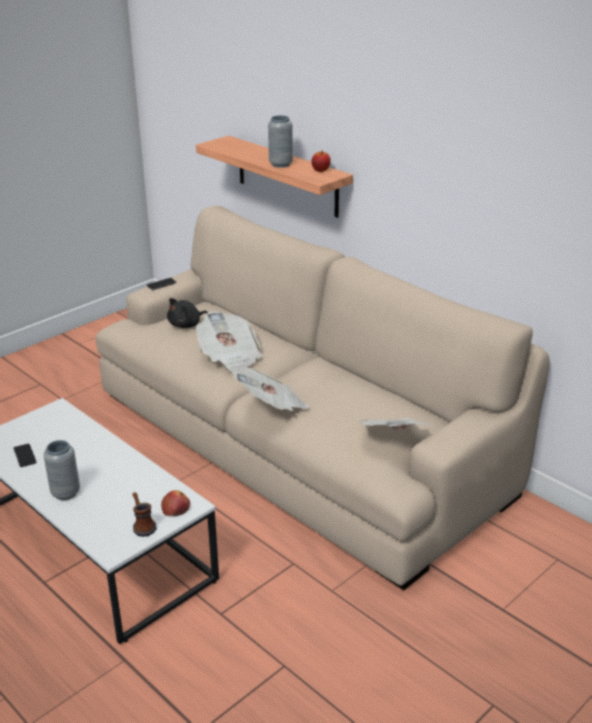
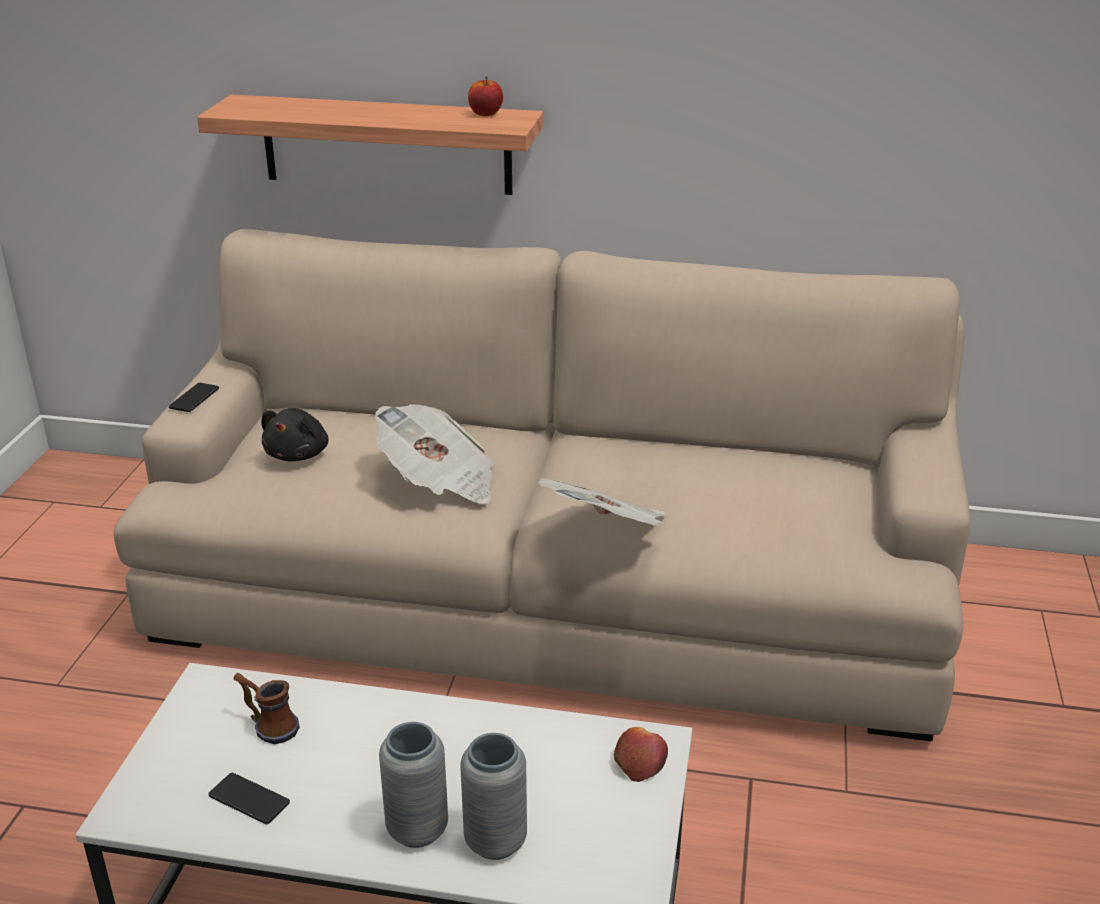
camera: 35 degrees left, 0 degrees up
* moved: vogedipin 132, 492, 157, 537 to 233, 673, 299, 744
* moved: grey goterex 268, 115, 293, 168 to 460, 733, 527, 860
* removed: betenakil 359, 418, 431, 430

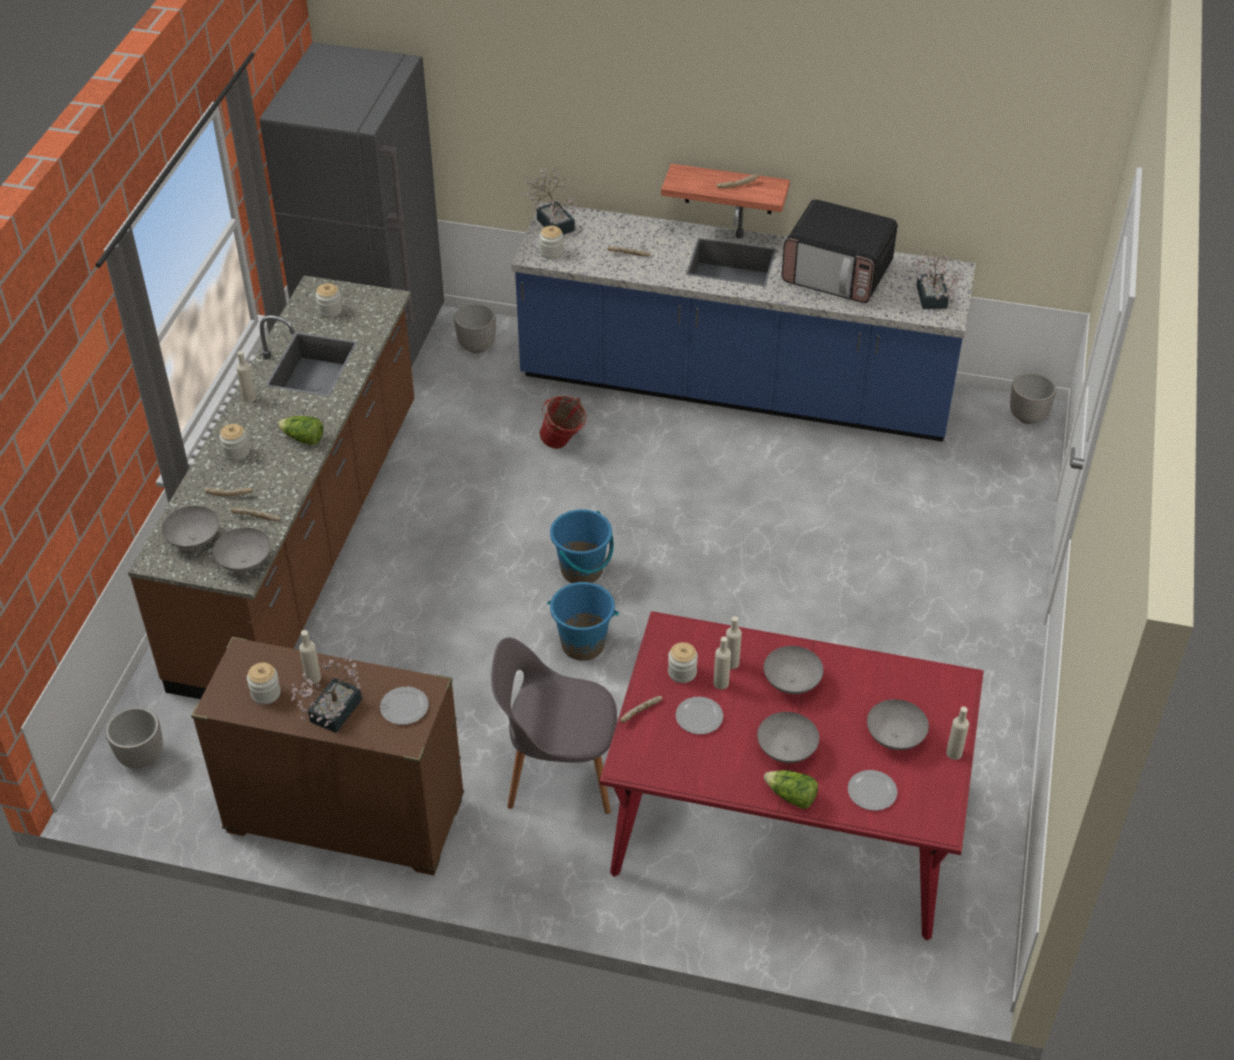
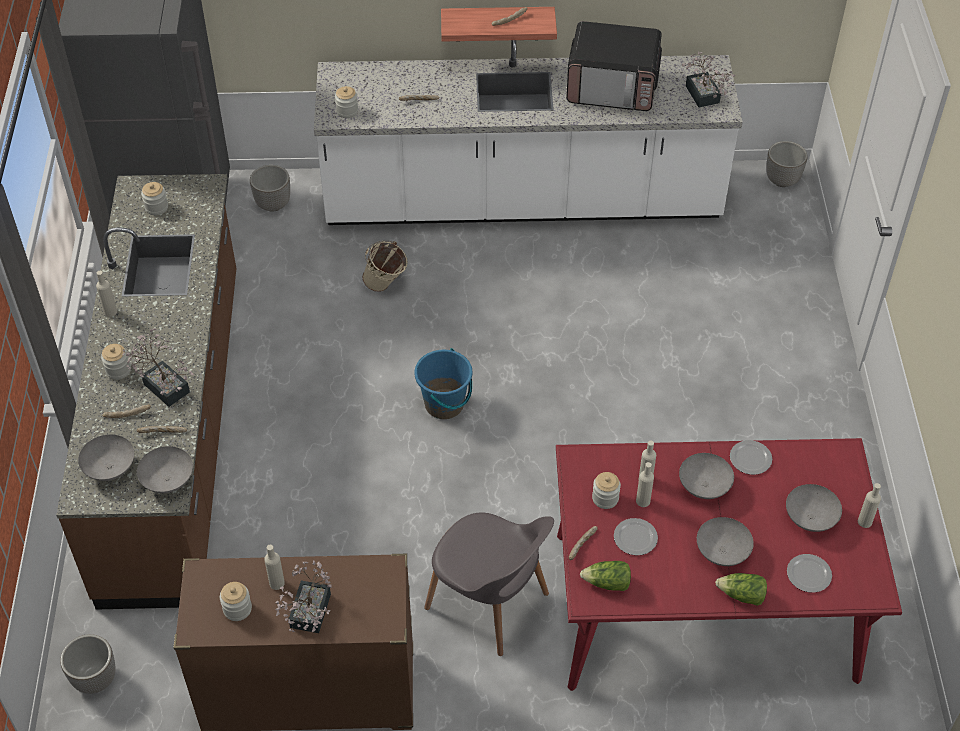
camera: 15 degrees left, 5 degrees up
* moved: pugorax 524, 167, 581, 235 to 122, 328, 194, 407
* recoloured: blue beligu 511, 202, 976, 442 to white beligu 314, 40, 743, 225
* recoloured: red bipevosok 539, 395, 587, 449 to beige bipevosok 362, 241, 408, 292
* turned: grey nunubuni 491, 637, 617, 814 = 424, 513, 554, 656 135 degrees counterclockwise
* moved: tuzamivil 277, 416, 323, 445 to 580, 561, 631, 591
* moved: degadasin 380, 687, 429, 725 to 730, 440, 772, 475
* removed: blue bipevosok 547, 582, 619, 661

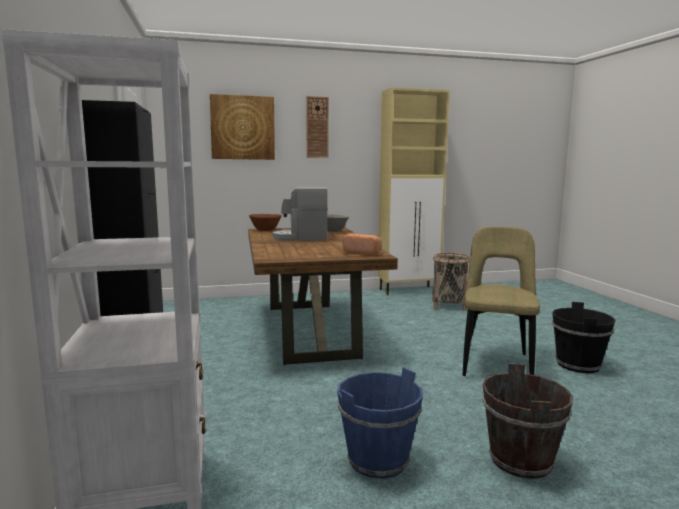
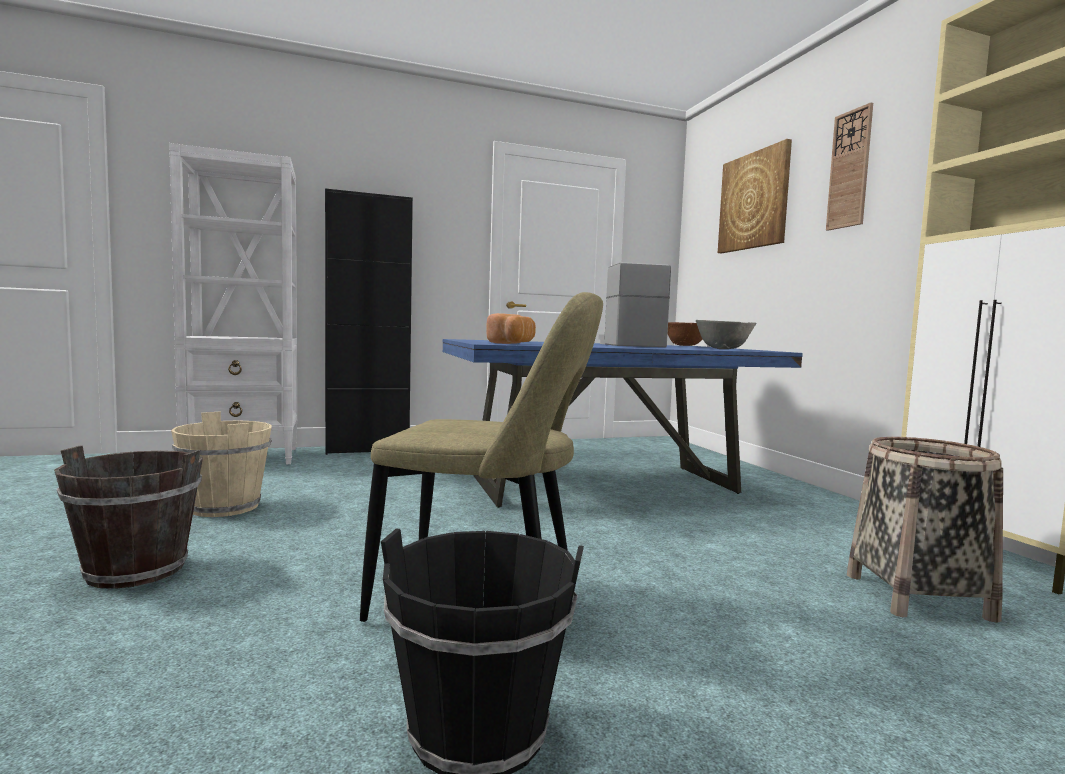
camera: 85 degrees right, 5 degrees down
* recoloured: blue bipevosok 337, 367, 423, 479 to beige bipevosok 171, 411, 272, 517
* recoloured: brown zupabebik 248, 227, 398, 365 to blue zupabebik 443, 339, 803, 508

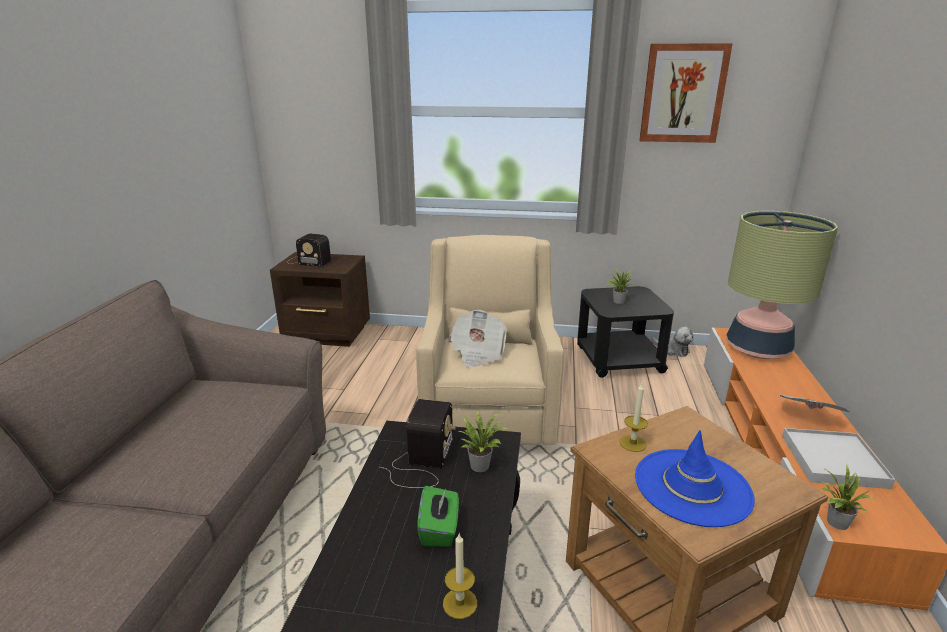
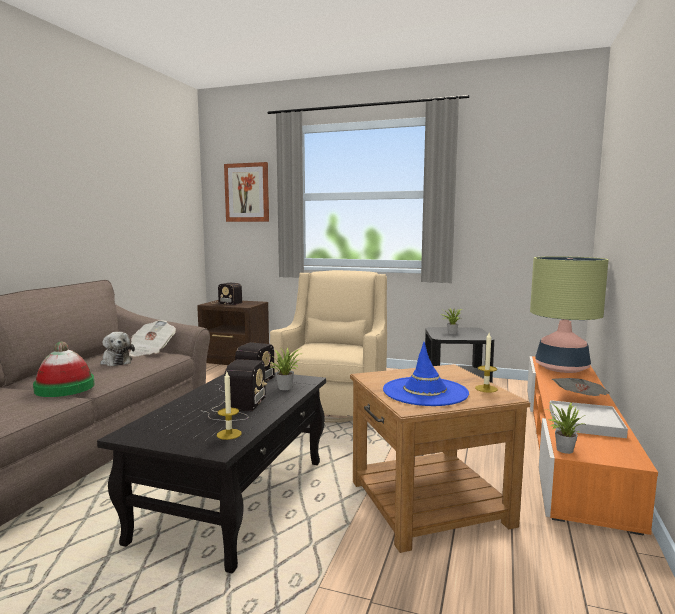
camera: 10 degrees right, 15 degrees down
* added: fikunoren 33, 342, 95, 397
* moved: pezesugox 652, 327, 693, 357 to 100, 332, 135, 366
* moved: betenakil 450, 310, 508, 367 to 129, 320, 176, 356
* replaced: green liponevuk 417, 486, 459, 547 to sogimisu 203, 359, 267, 421
* moved: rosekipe 639, 43, 733, 143 to 224, 162, 269, 222
* moved: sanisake 620, 383, 648, 452 to 475, 333, 498, 393

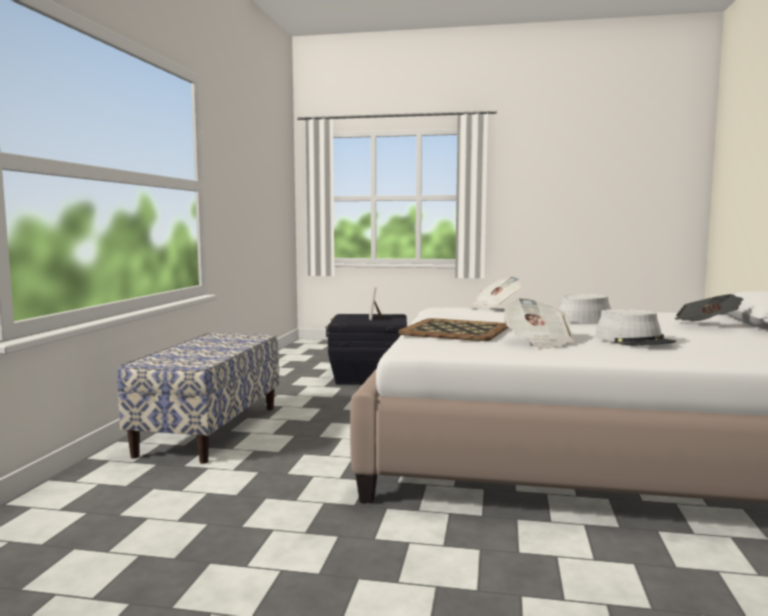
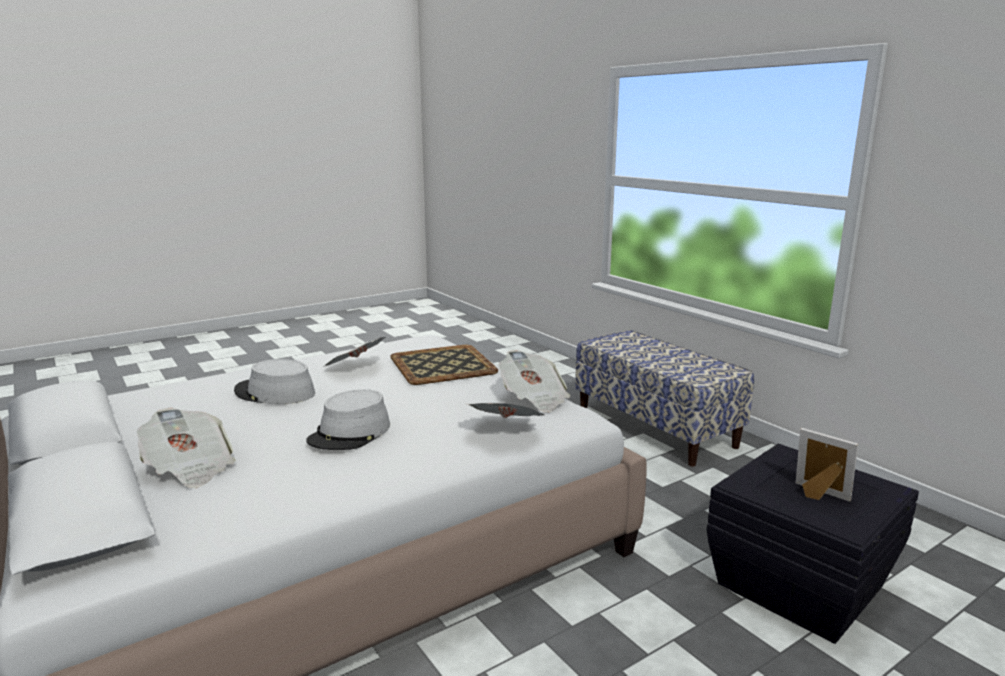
camera: 135 degrees right, 10 degrees up
* added: betenakil 498, 350, 570, 413

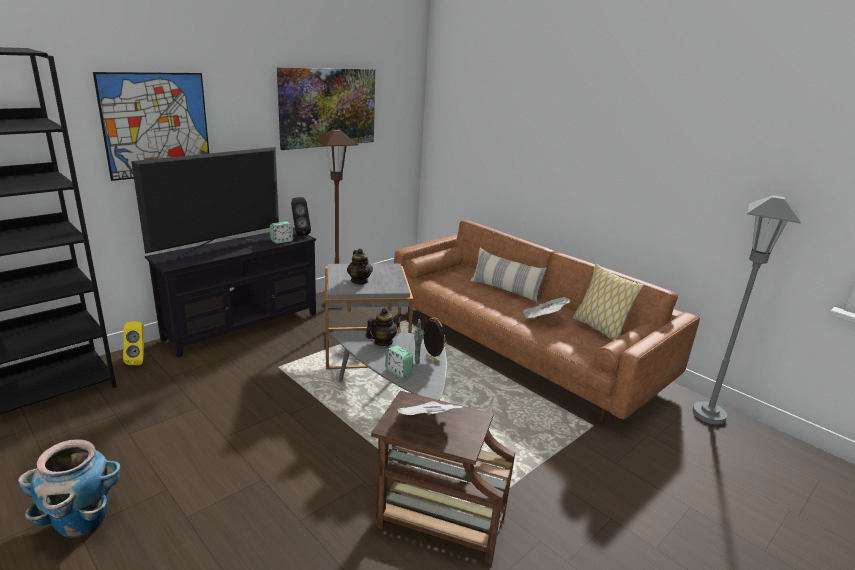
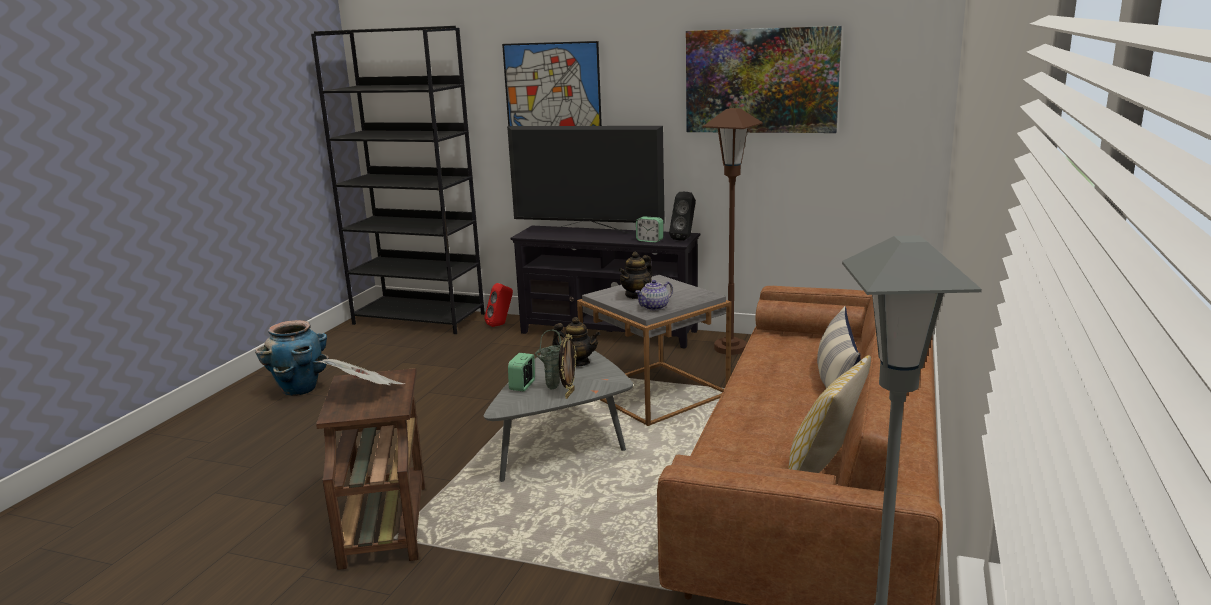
camera: 65 degrees right, 5 degrees down
* recoloured: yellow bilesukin 123, 321, 144, 365 to red bilesukin 484, 283, 513, 327
* added: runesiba 635, 280, 673, 311
* removed: betenakil 523, 297, 570, 319

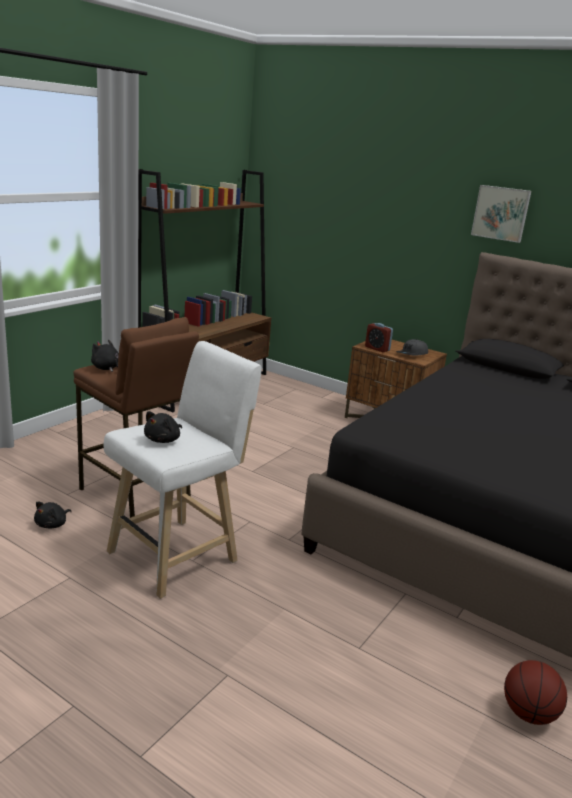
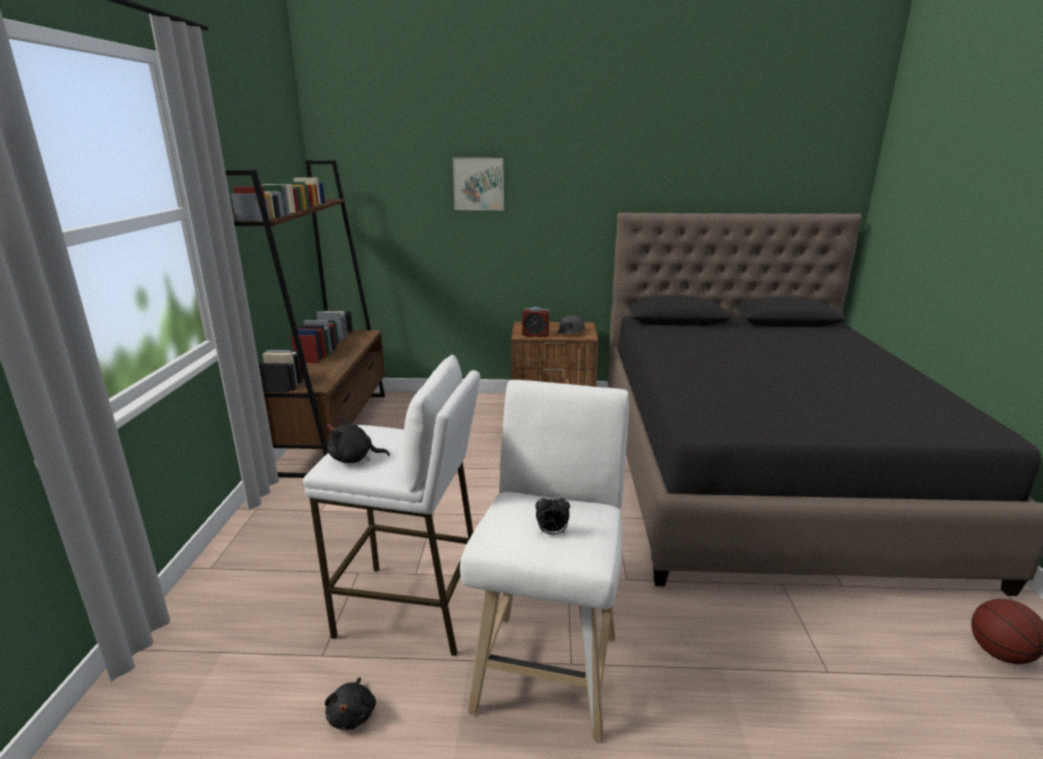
camera: 30 degrees left, 0 degrees up
* recoloured: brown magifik 73, 317, 199, 518 to white magifik 303, 355, 480, 656
* moved: rosekipe 471, 185, 532, 243 to 453, 158, 504, 210
* replaced: black pezesugox 144, 411, 182, 443 to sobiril 535, 494, 570, 535

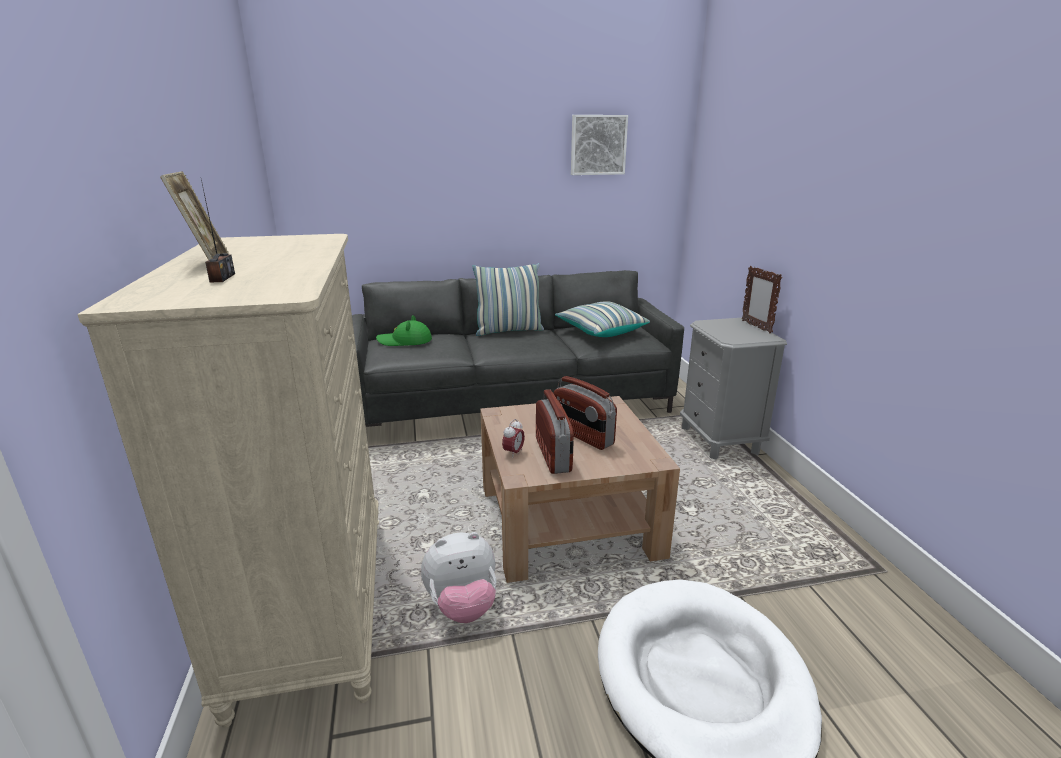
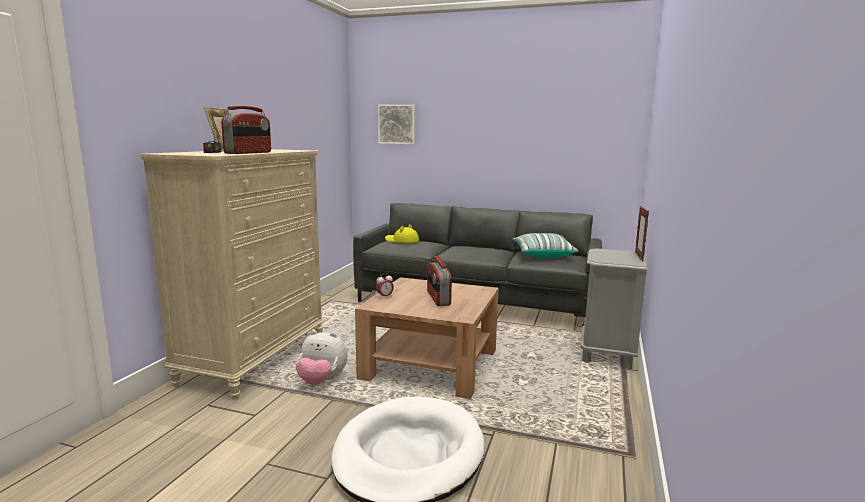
camera: 30 degrees right, 10 degrees down
* moved: sogimisu 536, 389, 574, 474 to 221, 106, 271, 154
* moved: rosekipe 571, 115, 628, 175 to 378, 105, 415, 144
* recoloured: green fikunoren 376, 315, 432, 346 to yellow fikunoren 385, 224, 419, 243
* removed: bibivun 472, 263, 544, 336

